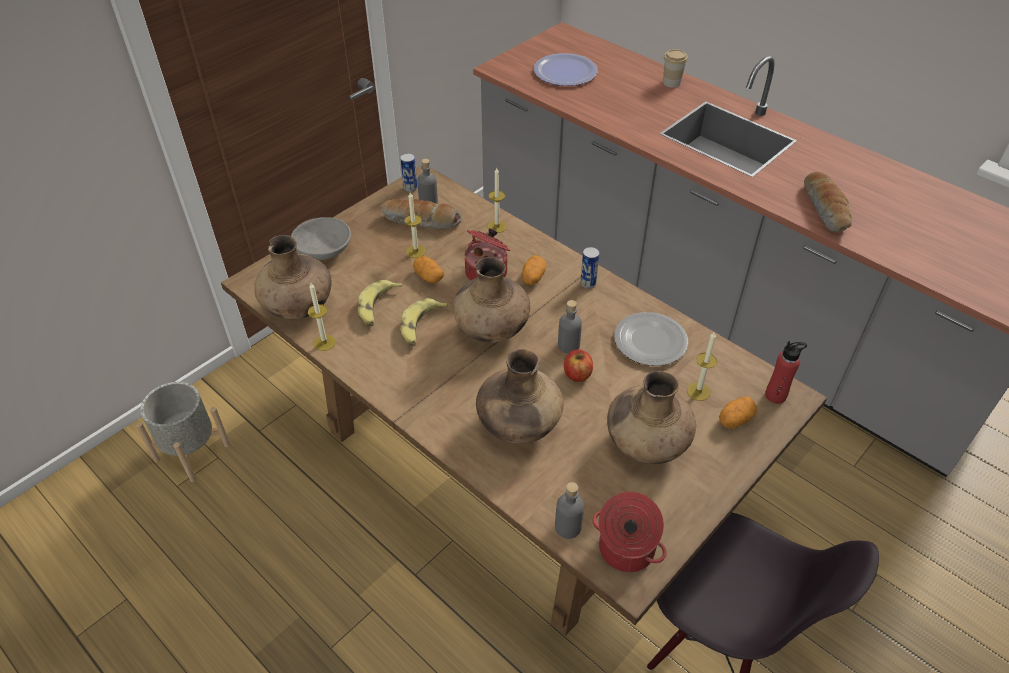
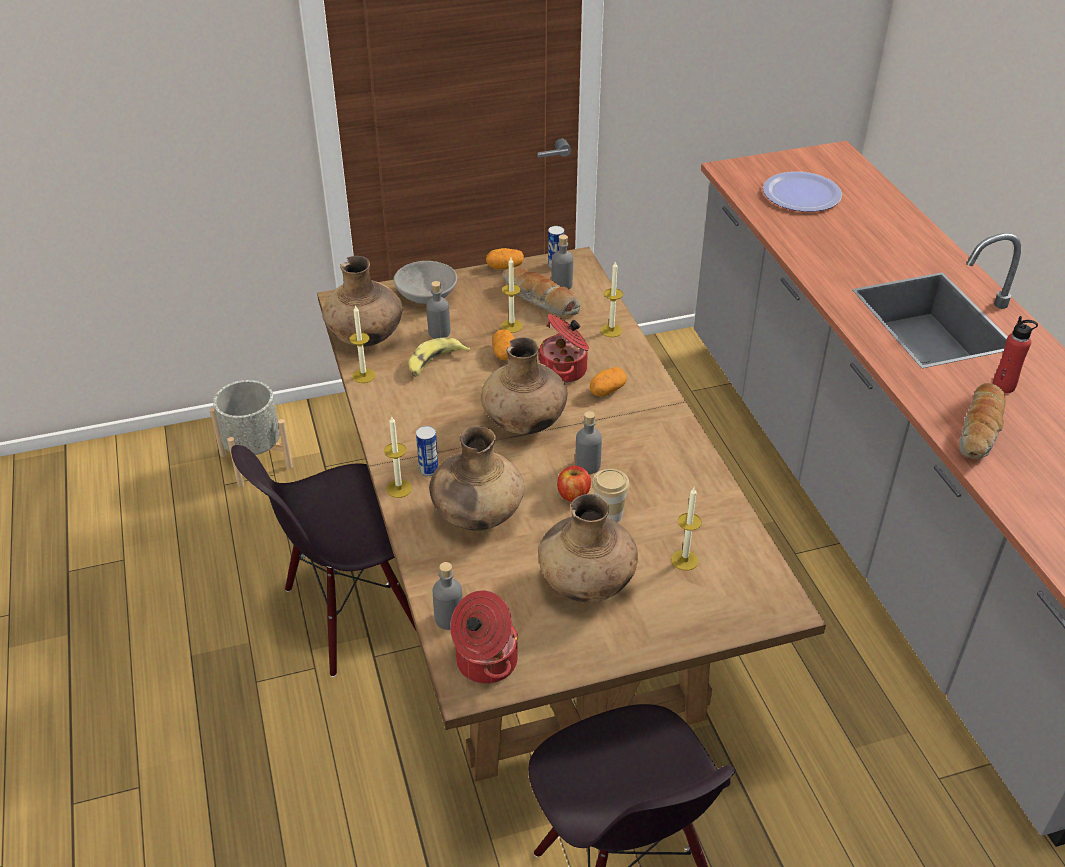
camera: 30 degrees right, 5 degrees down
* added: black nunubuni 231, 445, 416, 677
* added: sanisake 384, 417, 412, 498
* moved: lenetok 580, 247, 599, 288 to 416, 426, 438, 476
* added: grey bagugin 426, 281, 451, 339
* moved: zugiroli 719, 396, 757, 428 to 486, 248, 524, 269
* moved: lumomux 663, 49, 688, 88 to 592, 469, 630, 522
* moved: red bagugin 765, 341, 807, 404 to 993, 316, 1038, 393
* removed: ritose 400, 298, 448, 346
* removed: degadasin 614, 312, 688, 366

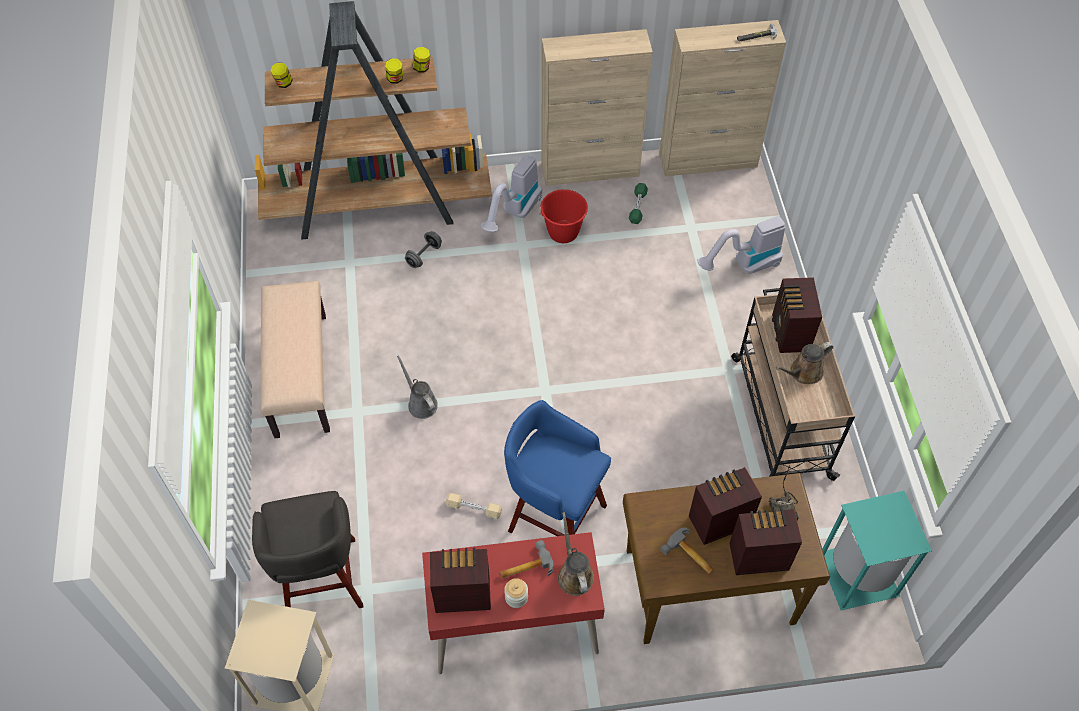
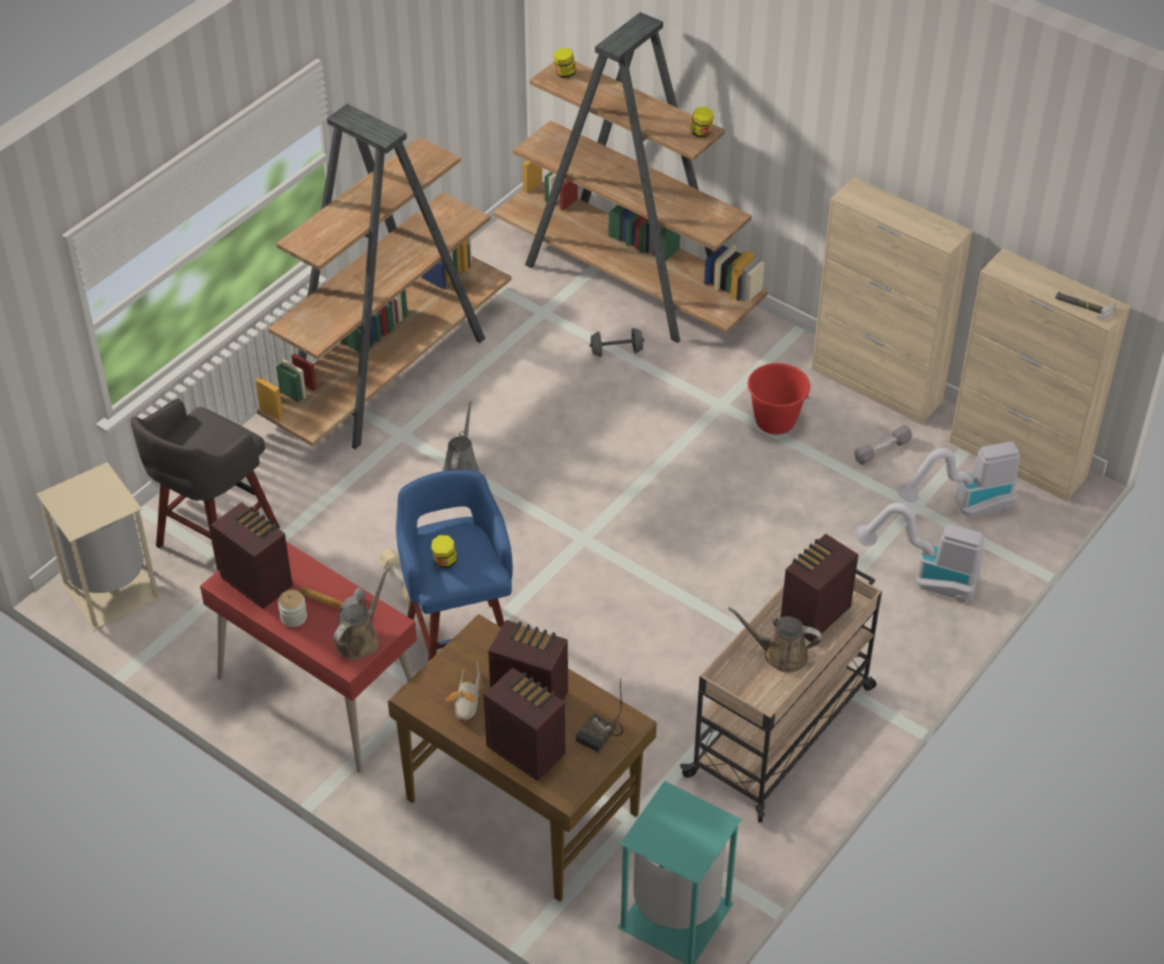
camera: 45 degrees right, 10 degrees down
* replaced: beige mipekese 261, 281, 330, 438 to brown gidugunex 255, 104, 512, 449
* moved: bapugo 385, 58, 403, 84 to 431, 535, 457, 568
* replaced: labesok 660, 528, 714, 574 to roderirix 446, 662, 480, 722
* recoloured: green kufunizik 629, 183, 648, 224 to grey kufunizik 854, 425, 912, 465
* moved: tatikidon 481, 155, 542, 232 to 897, 441, 1020, 517

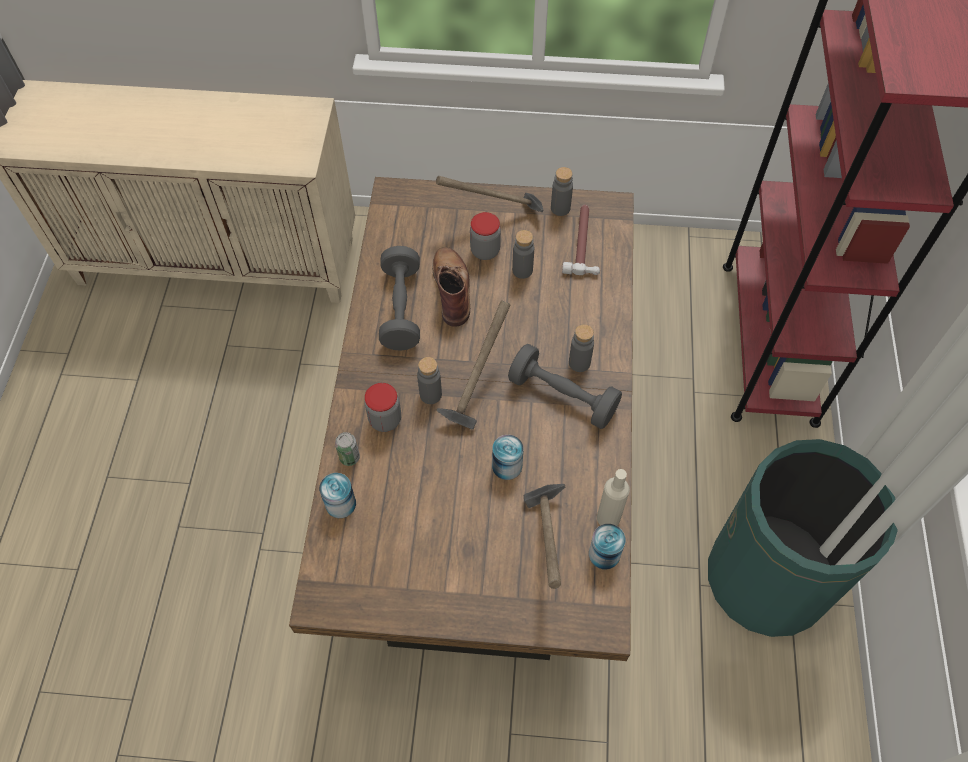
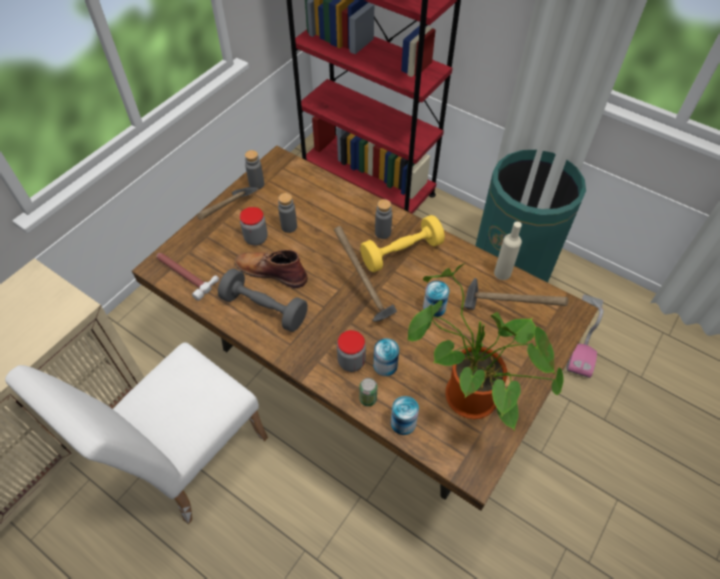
camera: 60 degrees left, 5 degrees down
* added: white nunubuni 5, 342, 268, 524
* moved: labesok 562, 205, 600, 275 to 157, 253, 219, 301
* recoloured: grey kufunizik 508, 344, 622, 429 to yellow kufunizik 360, 215, 445, 273
* moved: lenetok 589, 524, 626, 570 to 373, 338, 399, 376
* added: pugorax 408, 263, 564, 431
* added: tatikidon 566, 295, 603, 378
* removed: grey bagugin 417, 357, 442, 404

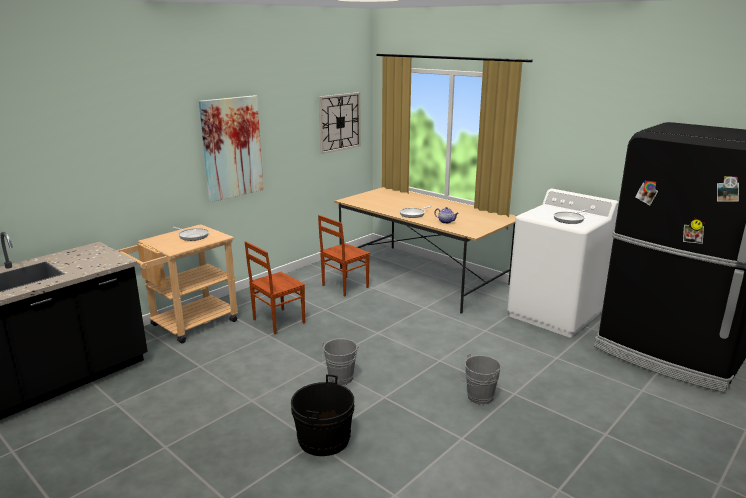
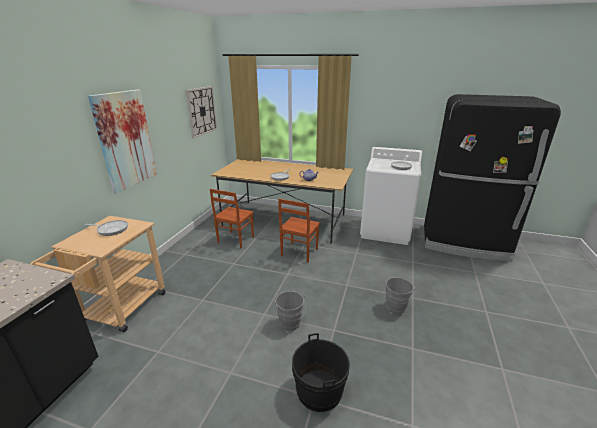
camera: 25 degrees left, 5 degrees up
* moved: brown nunubuni 245, 241, 305, 334 to 278, 199, 320, 262

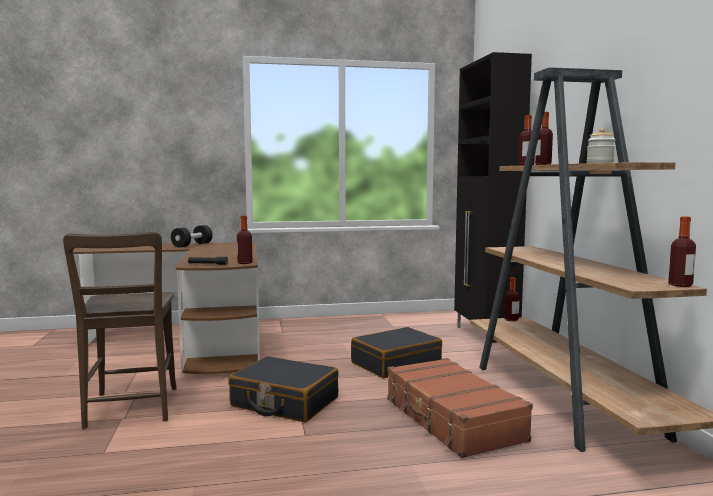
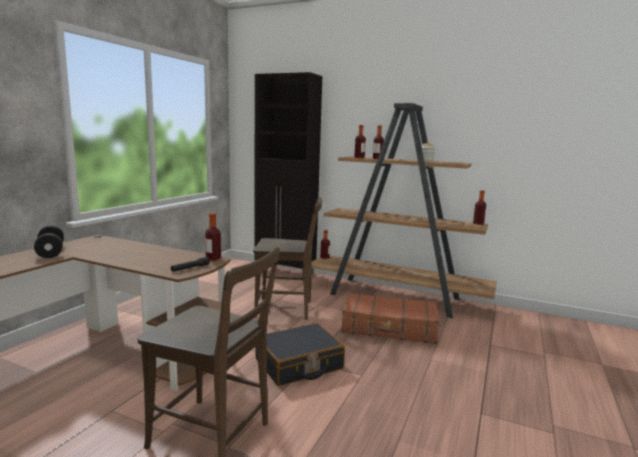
camera: 55 degrees left, 5 degrees up
* replaced: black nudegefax 351, 327, 442, 378 to brown nunubuni 253, 197, 322, 320

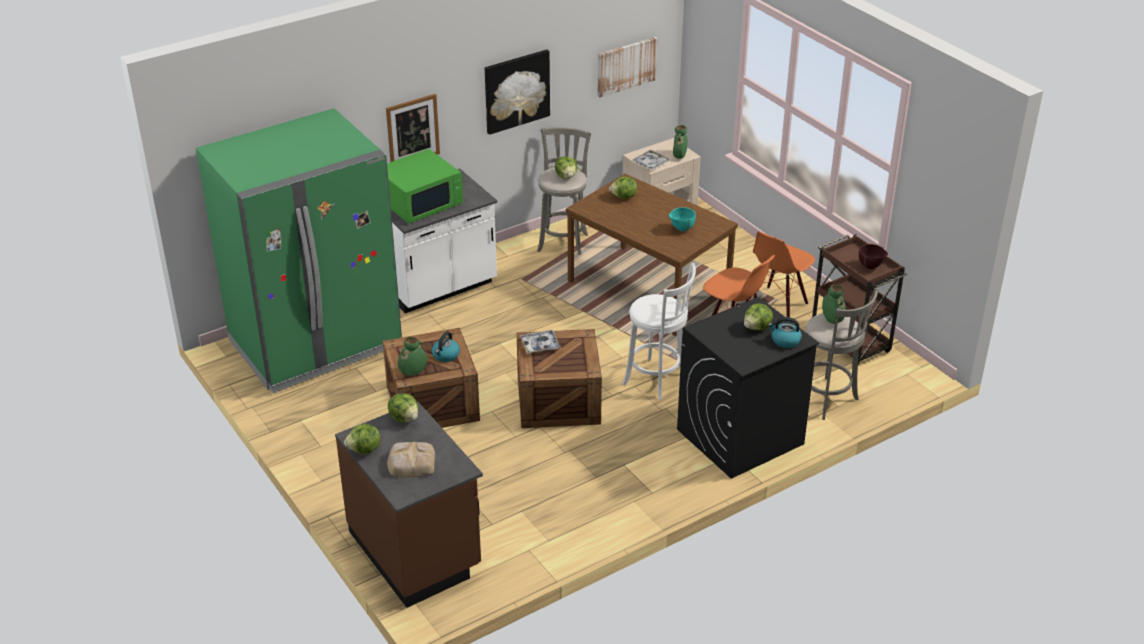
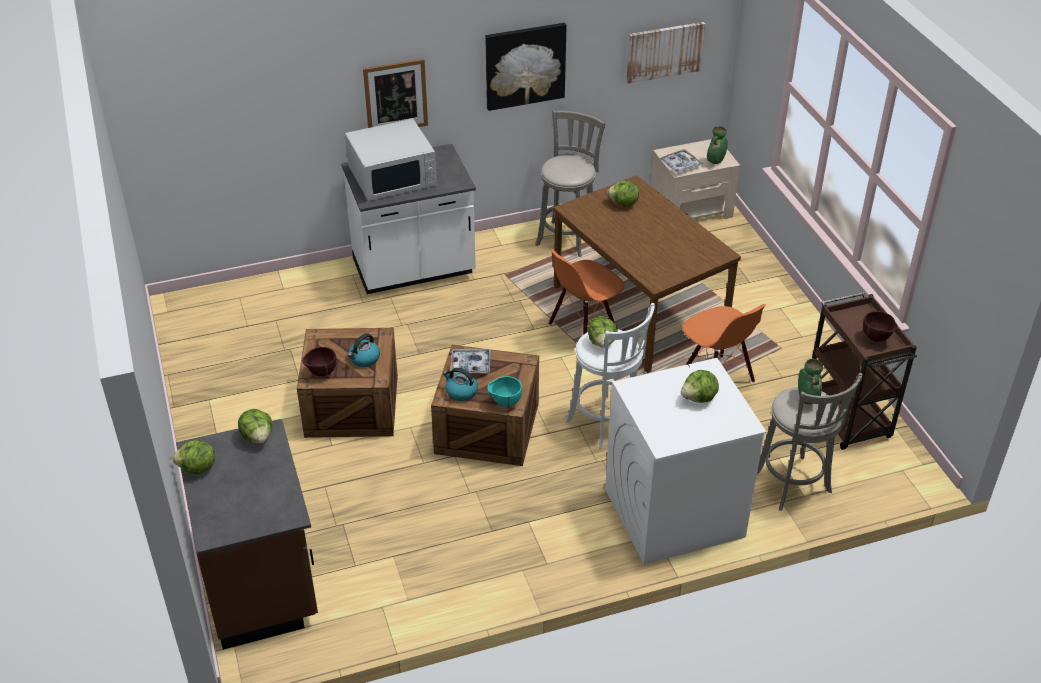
camera: 15 degrees right, 5 degrees up
* replaced: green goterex 397, 337, 427, 376 to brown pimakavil 302, 347, 336, 377
* recoloured: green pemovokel 387, 149, 463, 224 to white pemovokel 345, 119, 437, 201
* moved: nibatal 768, 317, 802, 348 to 443, 368, 478, 401
* moved: turquoise pimakavil 669, 207, 696, 231 to 487, 376, 522, 407
* moved: orange nunubuni 746, 232, 815, 317 to 549, 249, 625, 335
* moved: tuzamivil 555, 156, 578, 179 to 588, 316, 618, 347
* recoloured: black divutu 677, 297, 819, 479 to white divutu 605, 358, 767, 565
* removed: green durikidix 196, 108, 402, 393
* removed: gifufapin 387, 442, 435, 477

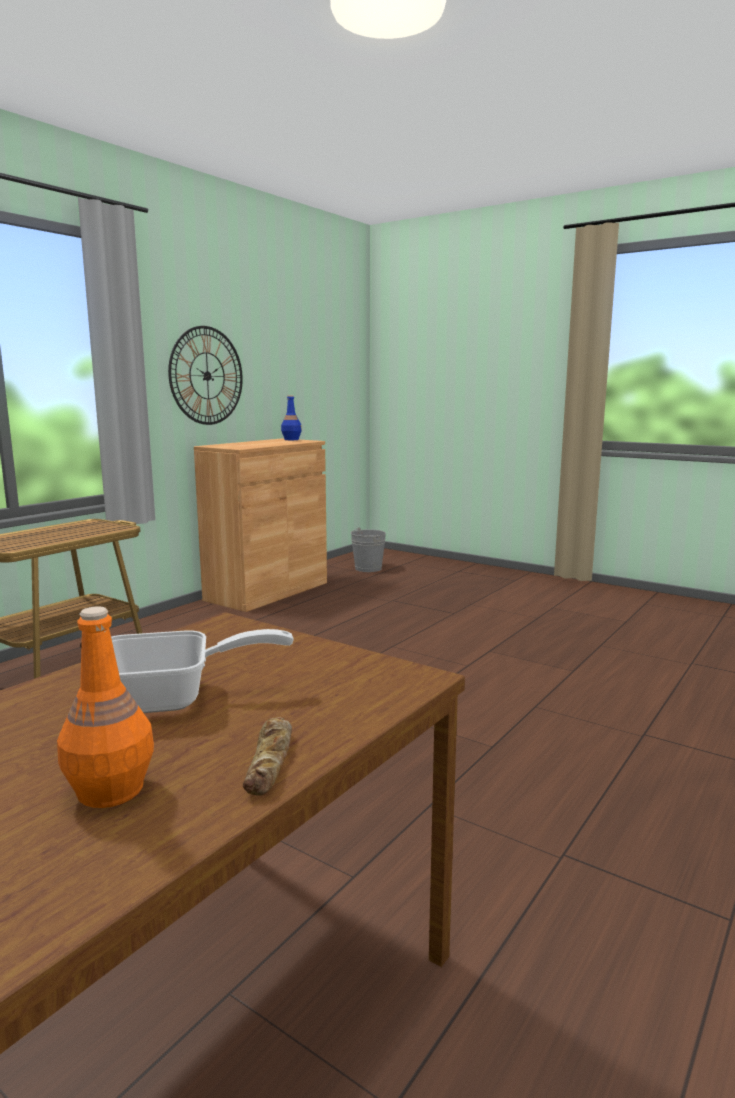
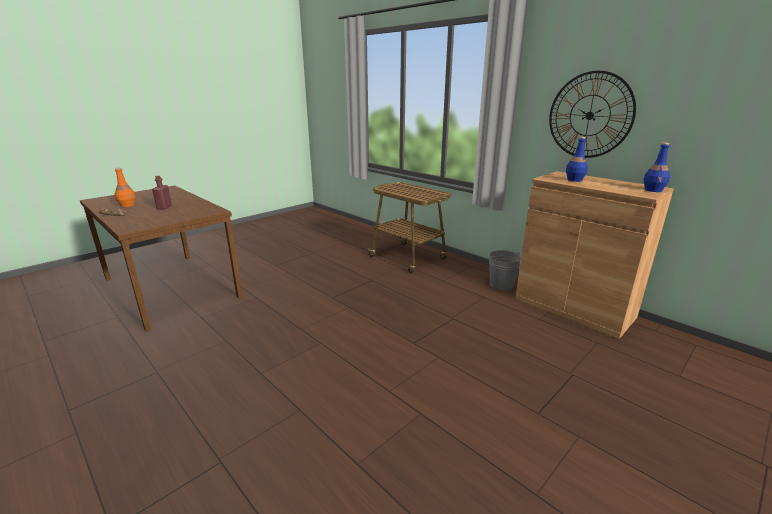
camera: 100 degrees right, 10 degrees up
* replaced: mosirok 111, 629, 294, 713 to red bagugin 152, 176, 172, 210
* moved: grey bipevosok 351, 527, 386, 572 to 489, 250, 521, 291
* added: blue bagugin 566, 137, 588, 182

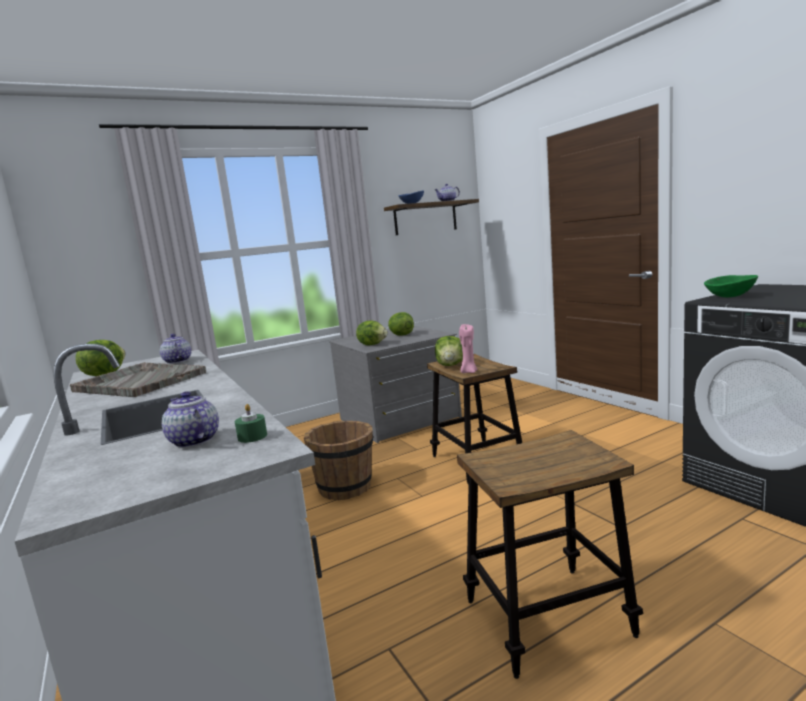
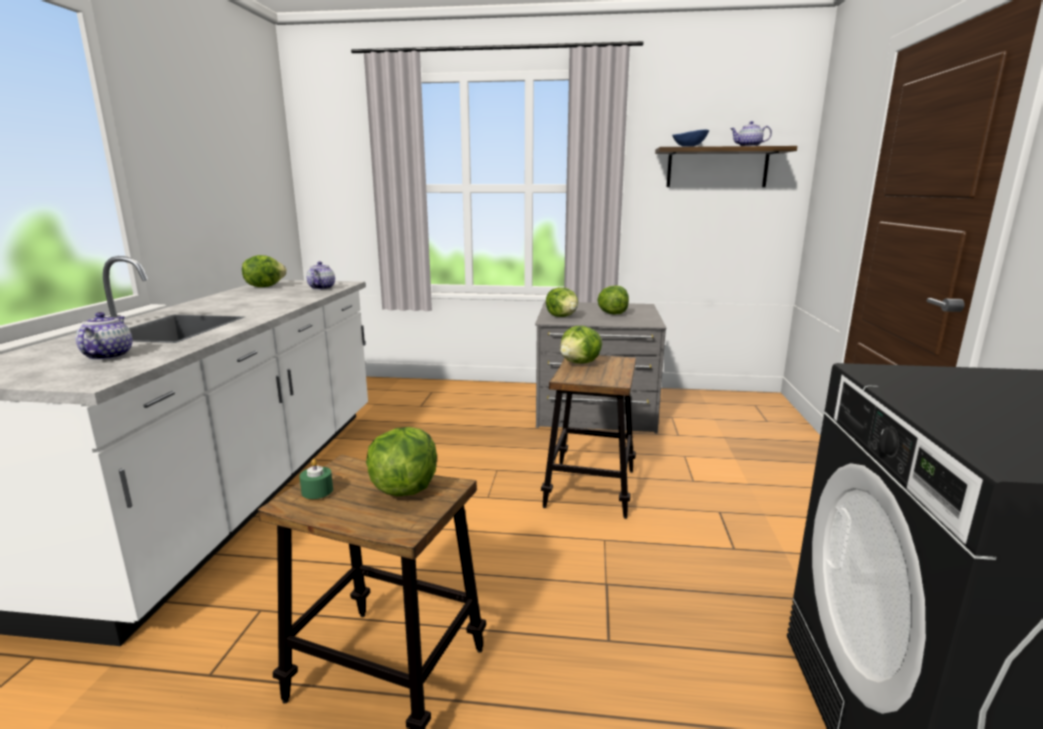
camera: 35 degrees right, 5 degrees up
* moved: green sanisake 235, 404, 267, 443 to 299, 459, 333, 499
* added: tuzamivil 366, 427, 437, 496
* removed: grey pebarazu 70, 362, 206, 397
* removed: brown bipevosok 304, 421, 373, 500
* removed: pink sanisake 459, 324, 477, 373
* removed: green pimakavil 704, 275, 758, 298

